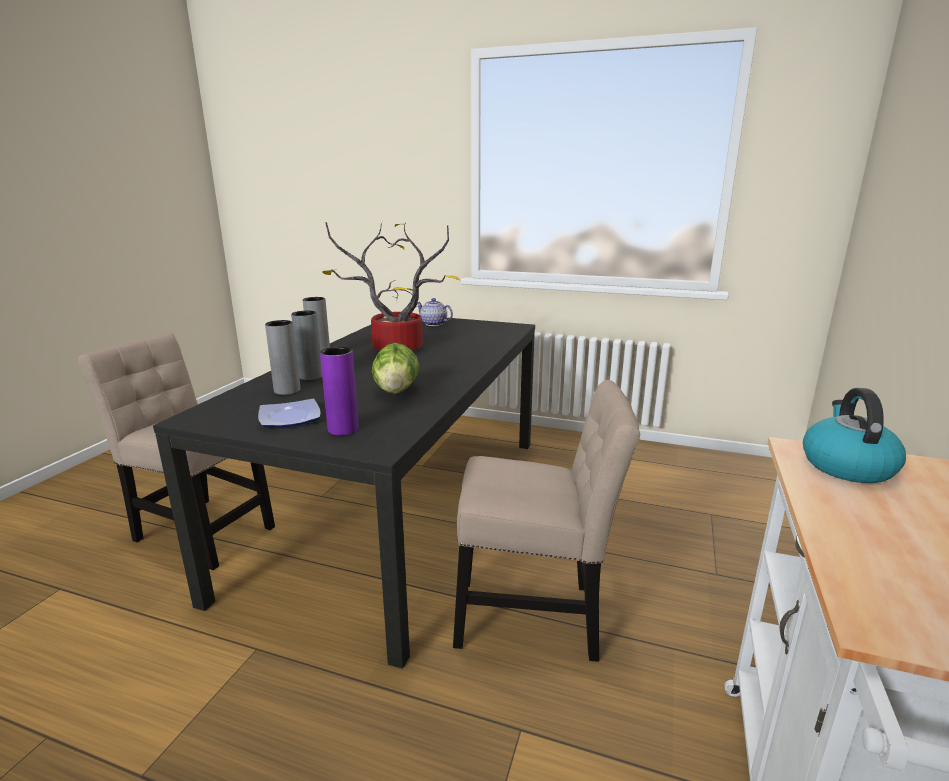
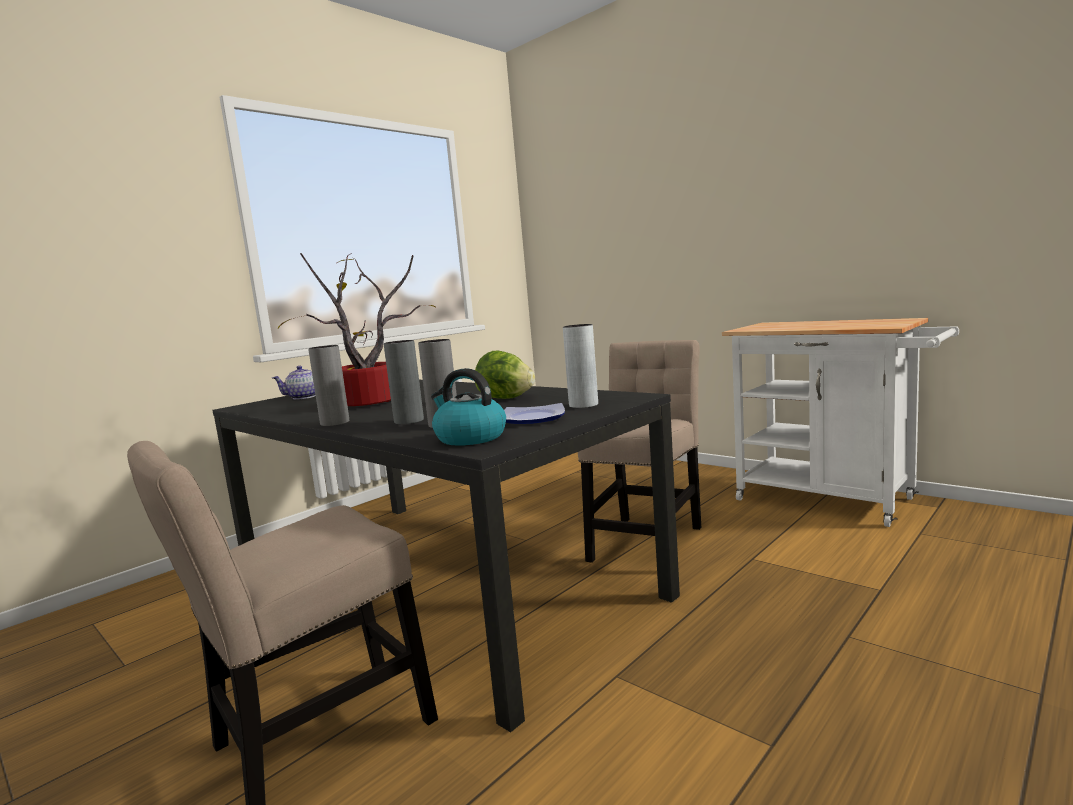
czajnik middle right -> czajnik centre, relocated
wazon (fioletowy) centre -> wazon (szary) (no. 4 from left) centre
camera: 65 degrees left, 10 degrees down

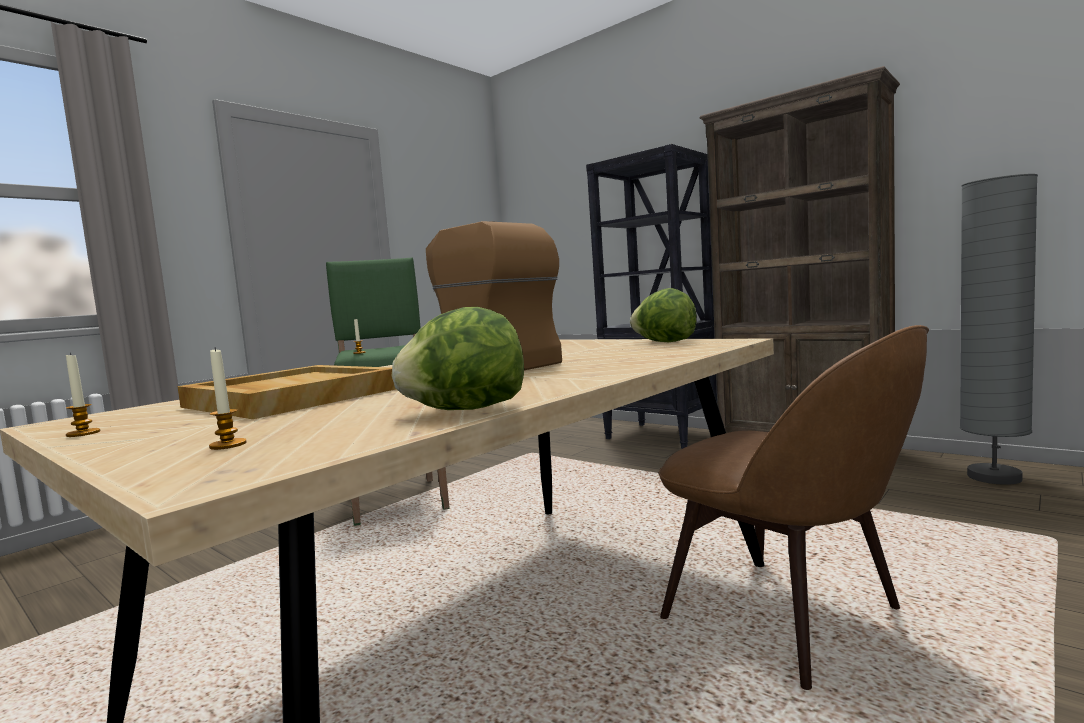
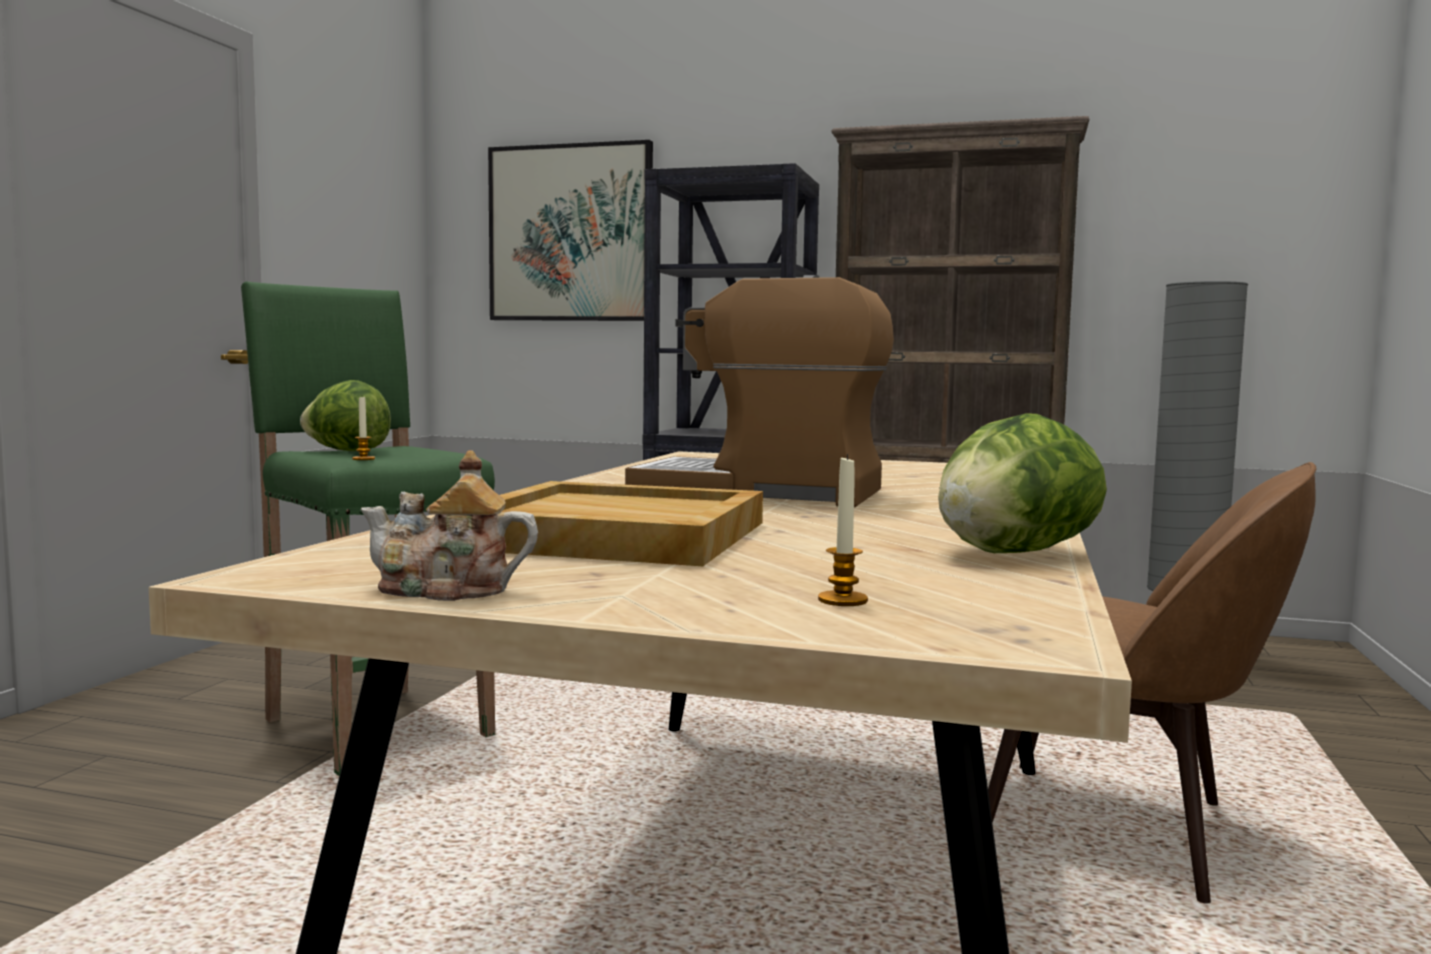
sałata (no. 2 from left in the first image) centre -> sałata (no. 1 from left) middle left, relocated
świeca (no. 1 from left) middle left -> imbryk middle left
none -> obraz top centre
camera: 25 degrees left, 0 degrees up

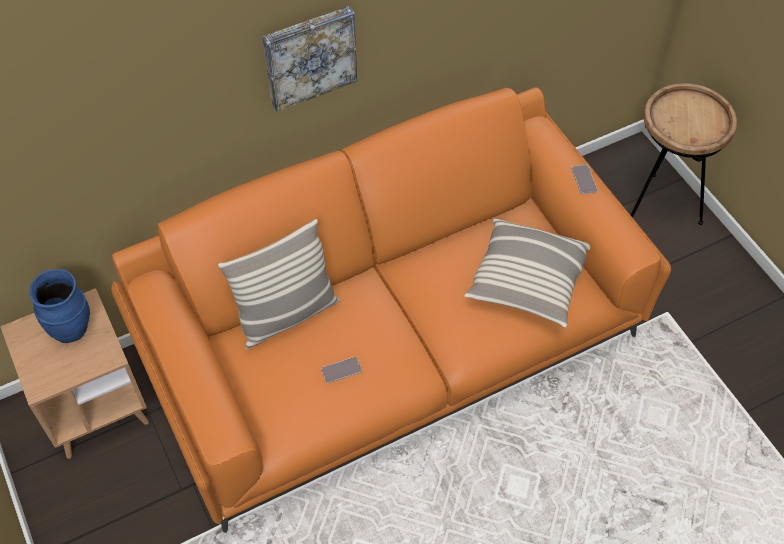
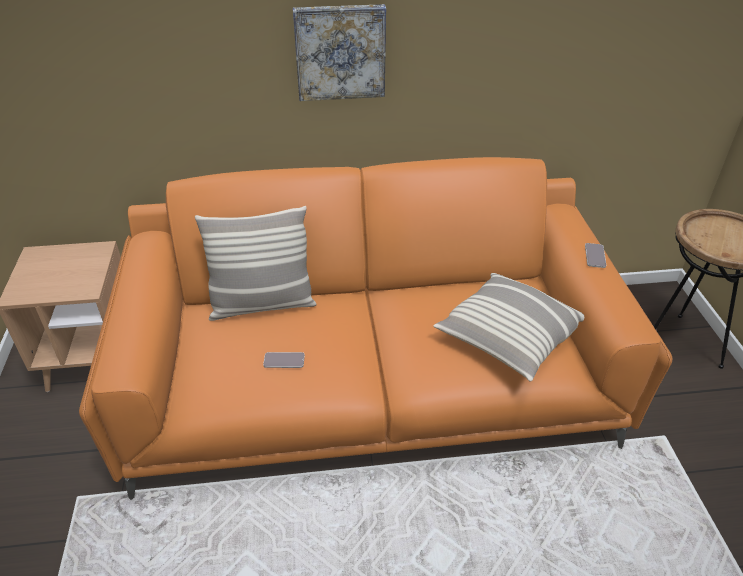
wazon (niebieski) middle left -> none
camera: 20 degrees right, 15 degrees down

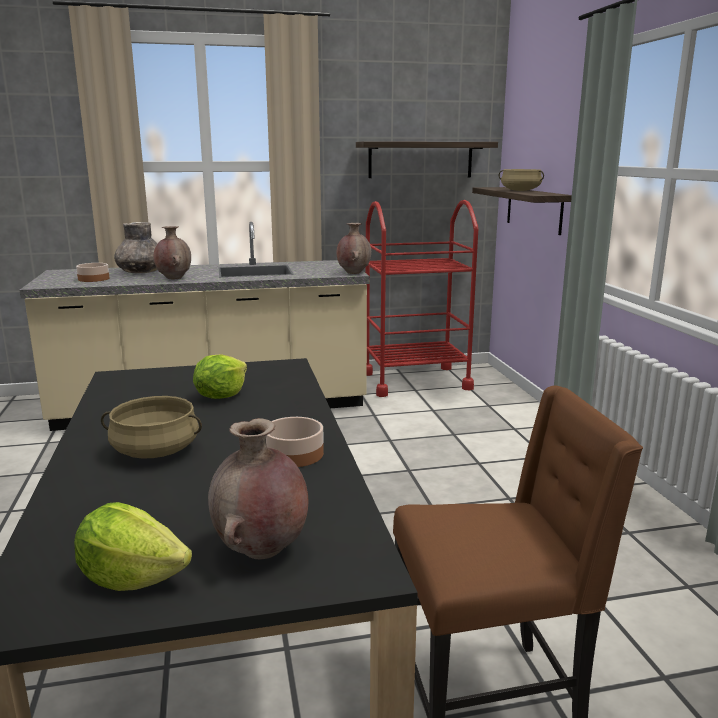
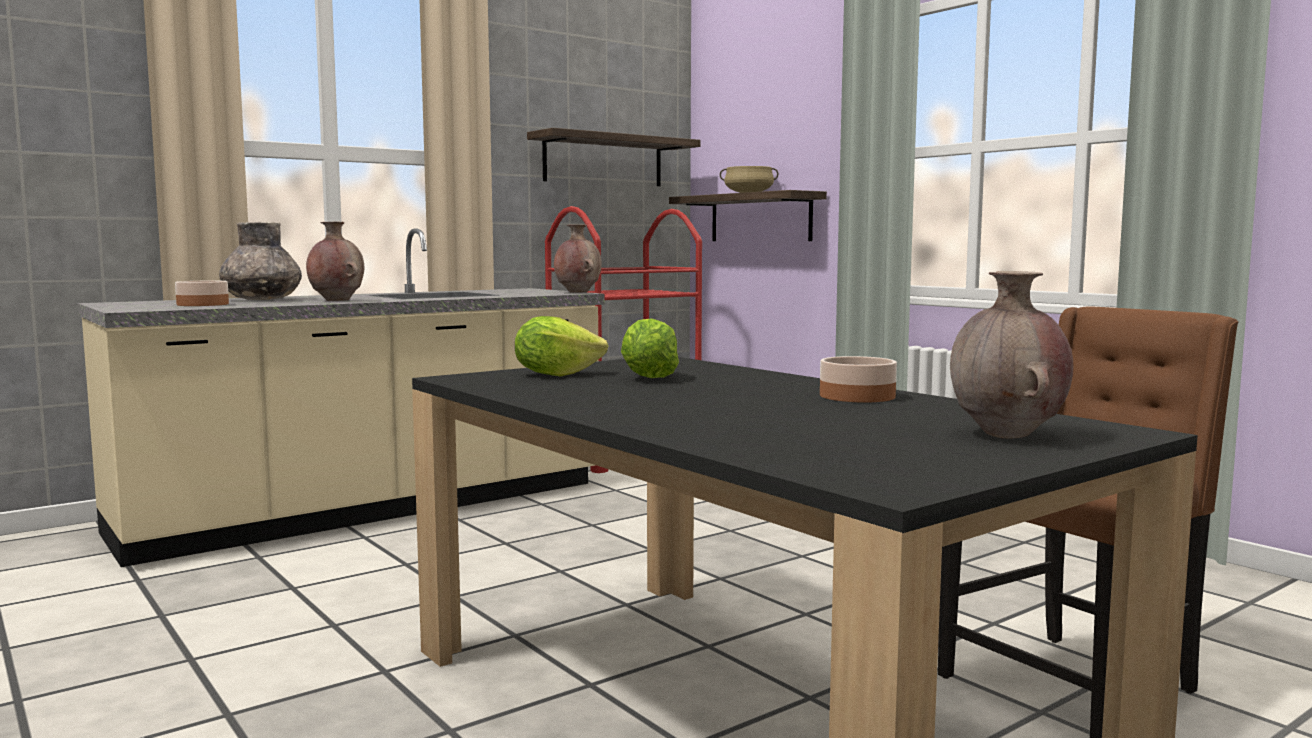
sałata (no. 1 from left) bottom left -> sałata (no. 1 from left) centre, relocated
garnek (beżowy) (no. 1 from left) middle left -> none
camera: 25 degrees left, 10 degrees down

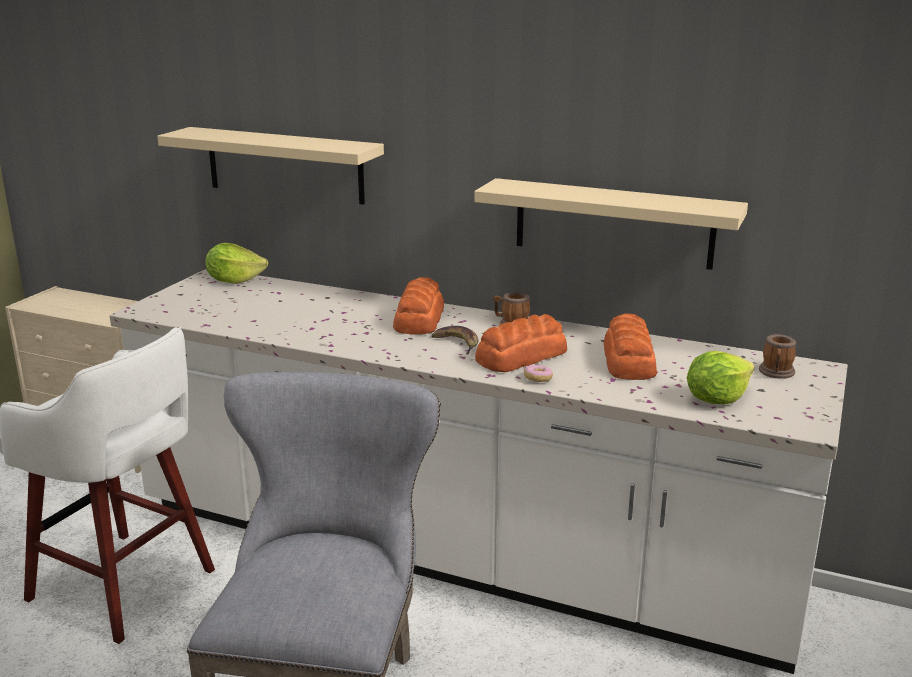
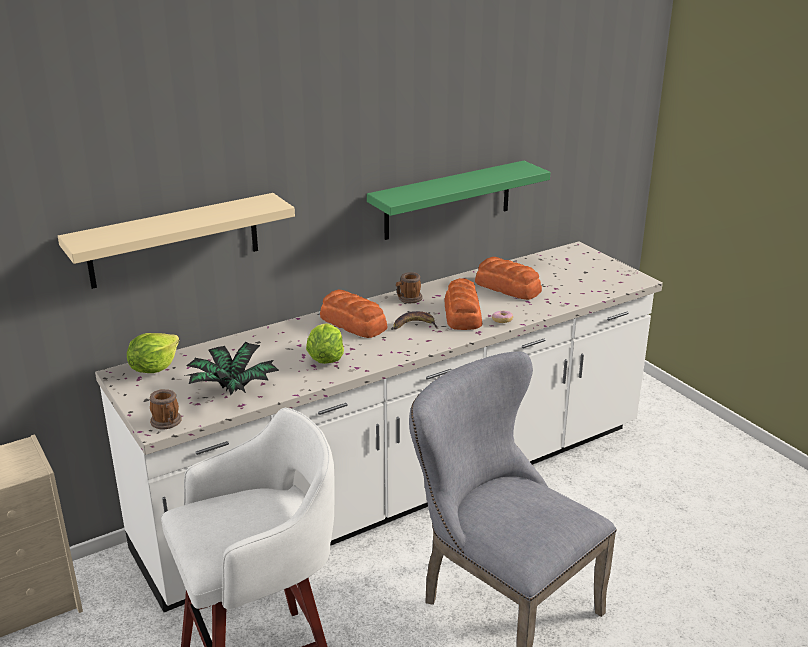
kubek (no. 2 from left in the first image) middle right -> kubek (no. 1 from left) middle left, relocated
none -> roślina doniczkowa middle left
sałata (no. 2 from left) middle right -> sałata (no. 2 from left) centre, relocated
półka (beżowy) (no. 2 from left) top right -> półka (zielony) top centre
camera: 55 degrees left, 5 degrees up

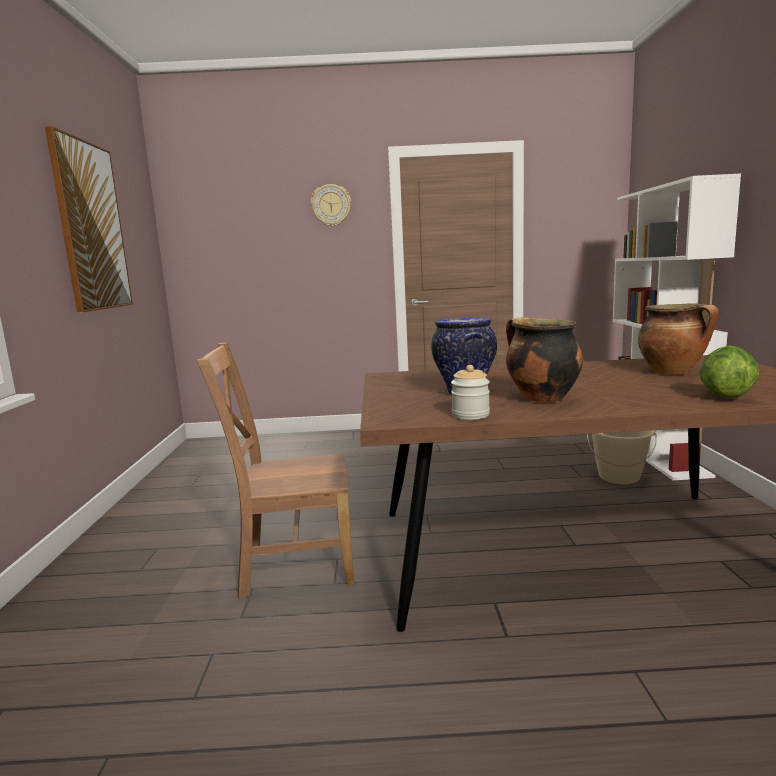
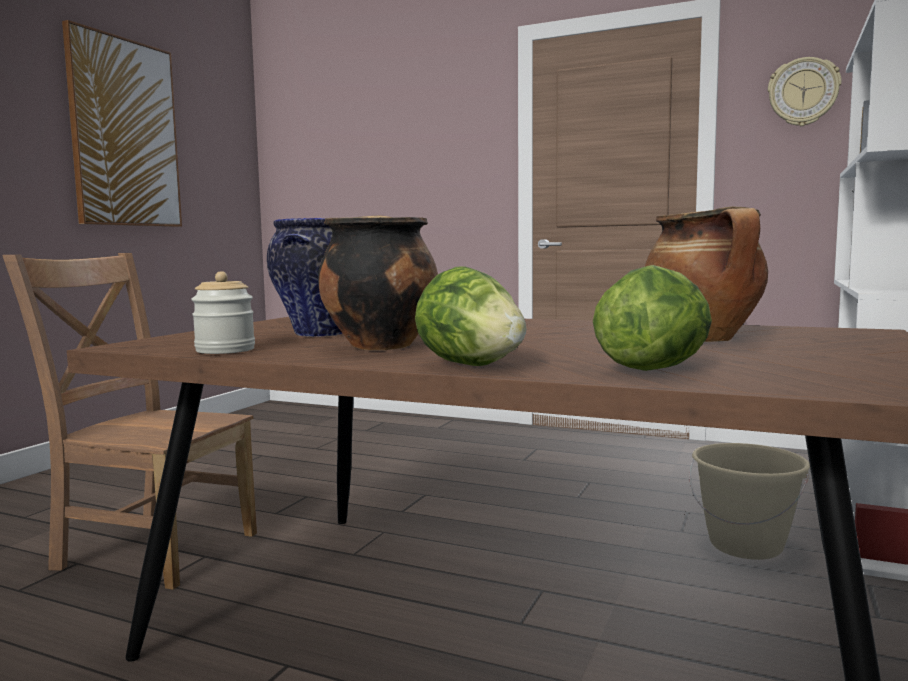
none -> sałata (no. 1 from left) centre
zegar ścienny top centre -> zegar ścienny top right, relocated
camera: 25 degrees right, 5 degrees down

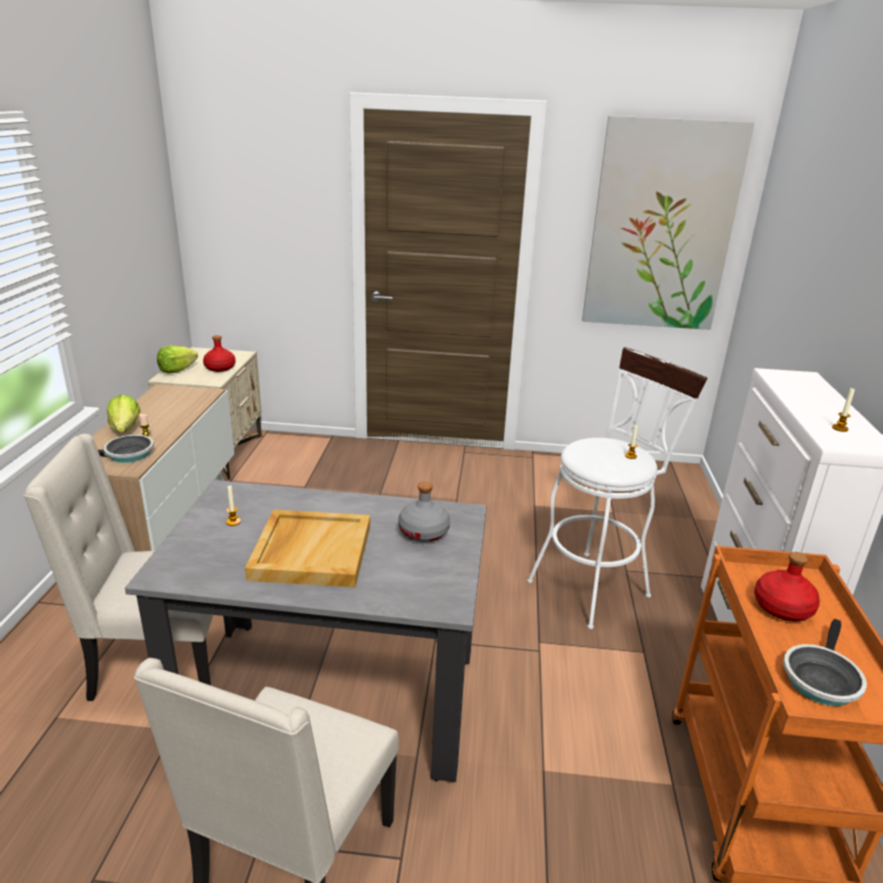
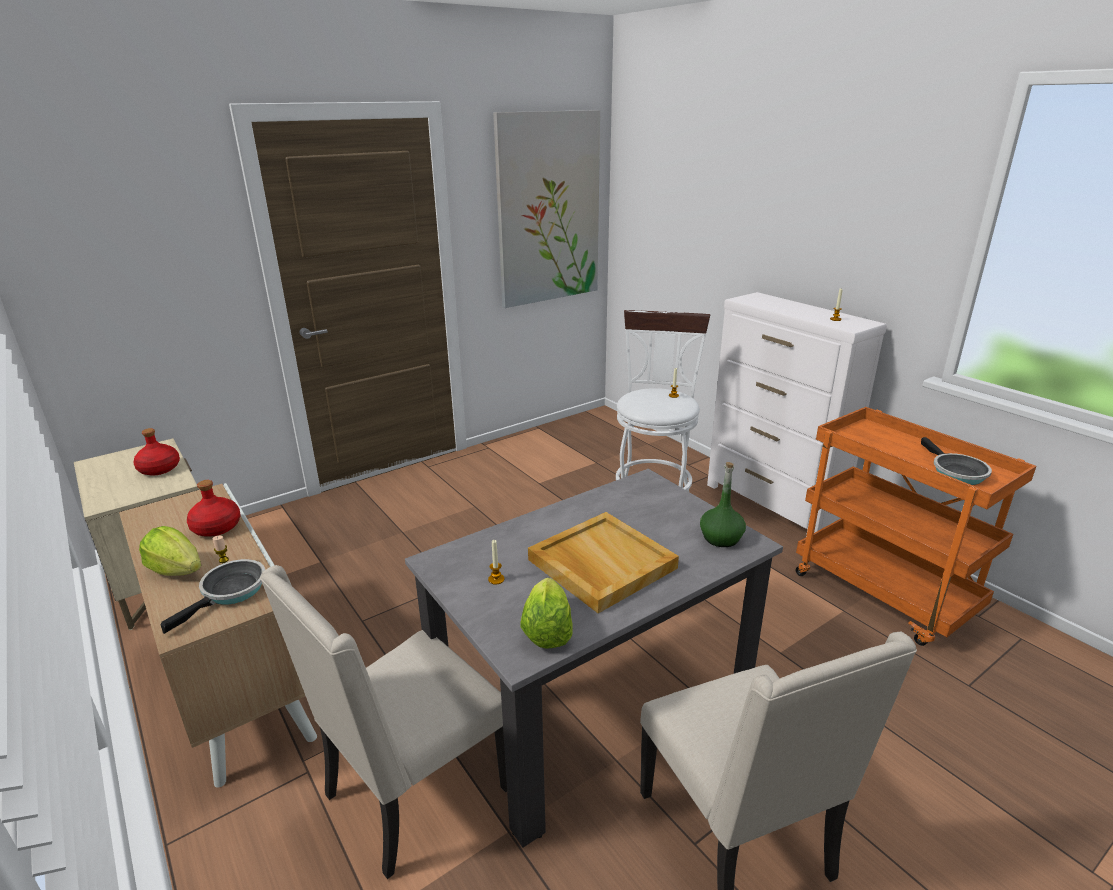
butelka (czerwony) (no. 2 from left) middle right -> butelka (czerwony) (no. 2 from left) middle left, relocated
sałata (no. 2 from left) middle left -> sałata (no. 2 from left) bottom centre, relocated
none -> butelka (zielony) centre
butelka (szary) centre -> none
camera: 40 degrees left, 0 degrees up

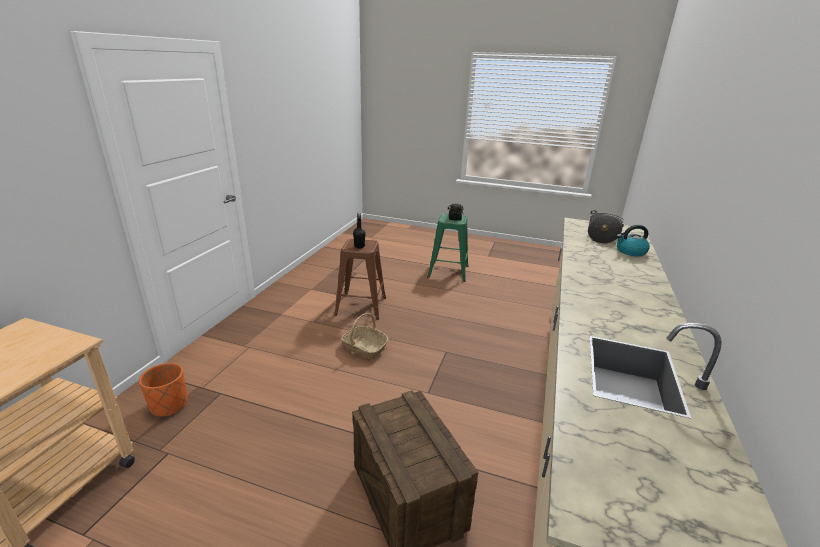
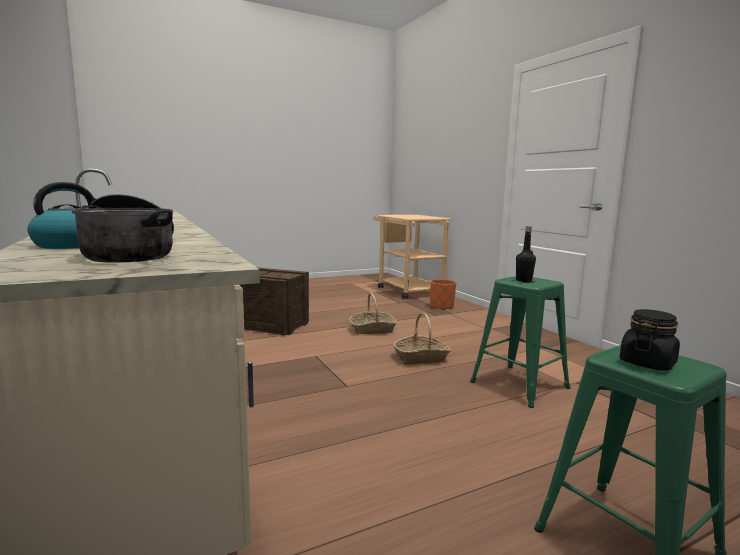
none -> koszyk (no. 1 from left) centre
stołek (brązowy) centre -> stołek (zielony) (no. 1 from left) middle right
camera: 135 degrees right, 15 degrees down

